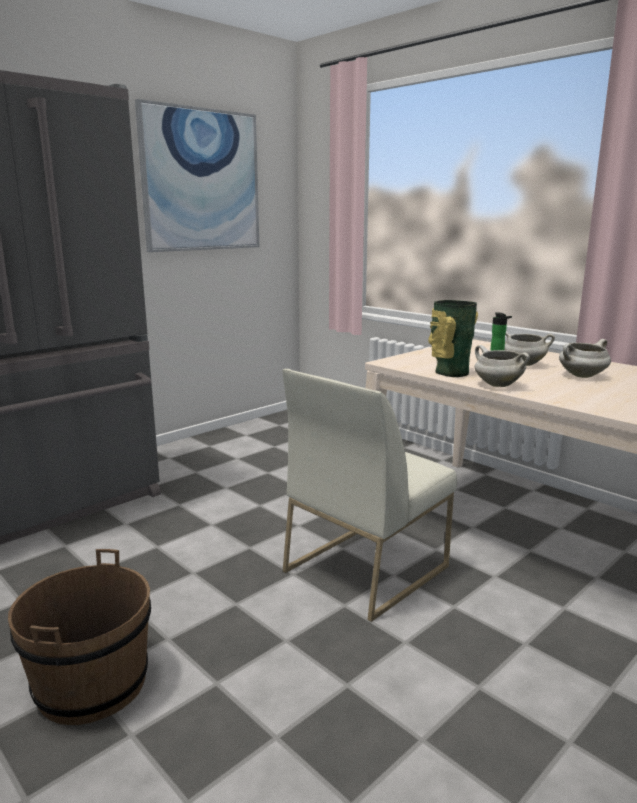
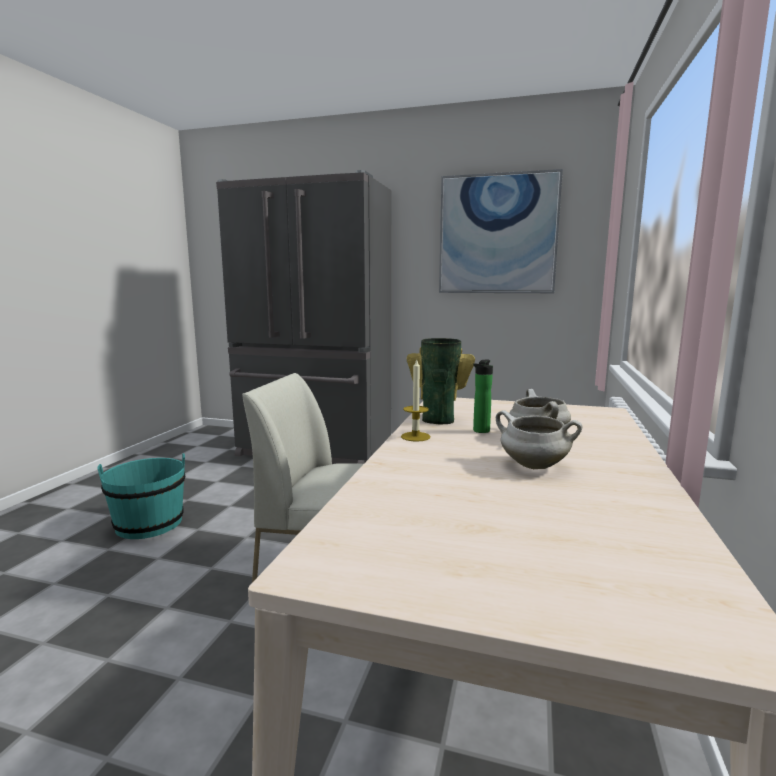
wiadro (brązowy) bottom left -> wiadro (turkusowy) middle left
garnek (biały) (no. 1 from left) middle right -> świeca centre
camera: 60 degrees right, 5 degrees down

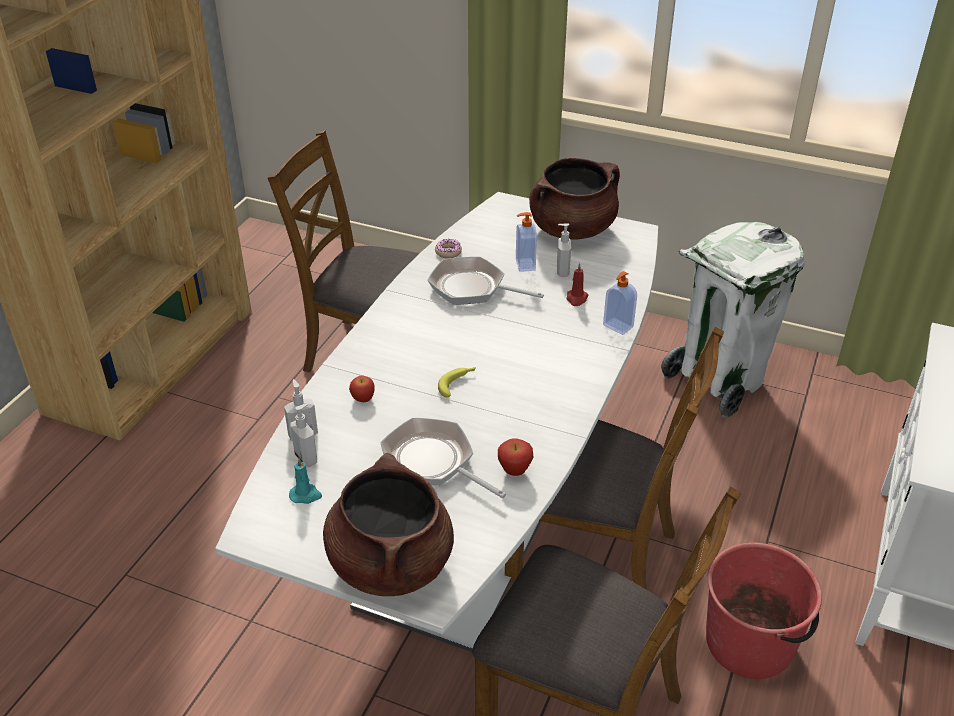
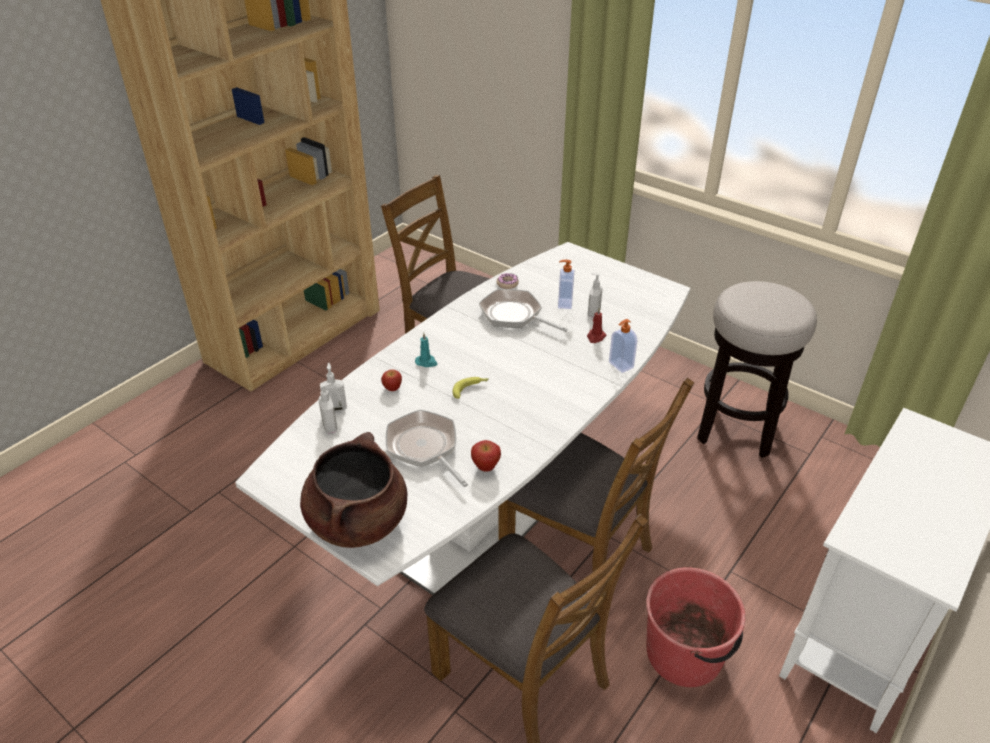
świeca (turkusowy) bottom left -> świeca (turkusowy) centre, relocated
kosz na śmieci (biały) middle right -> stołek middle right
garnek (brązowy) (no. 2 from left) top centre -> none
camera: 15 degrees right, 0 degrees up

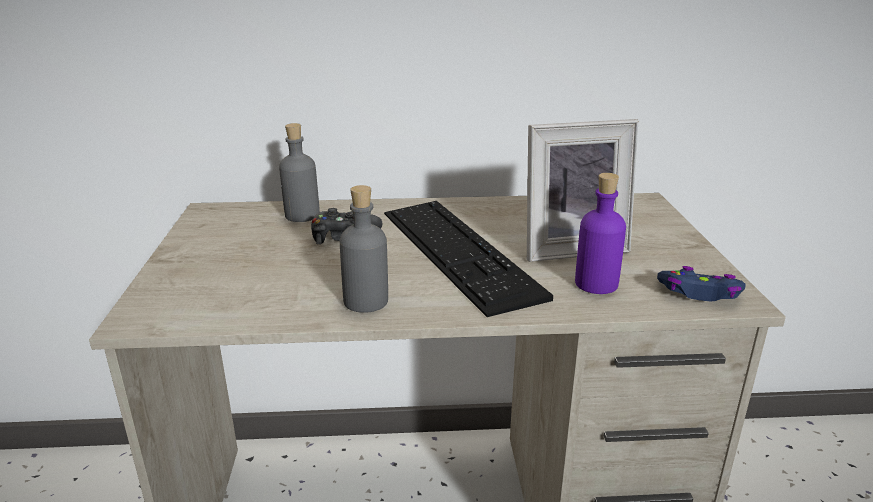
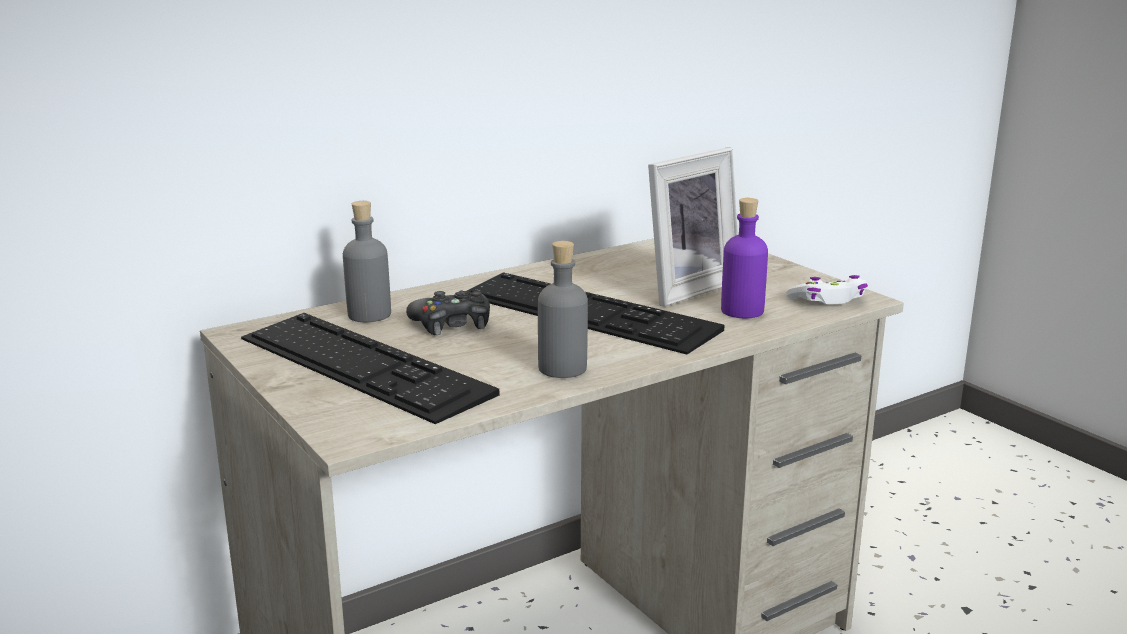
none -> klawiatura (no. 1 from left) middle left
pad do gier (niebieski) middle right -> pad do gier (biały) middle right
camera: 30 degrees left, 5 degrees down

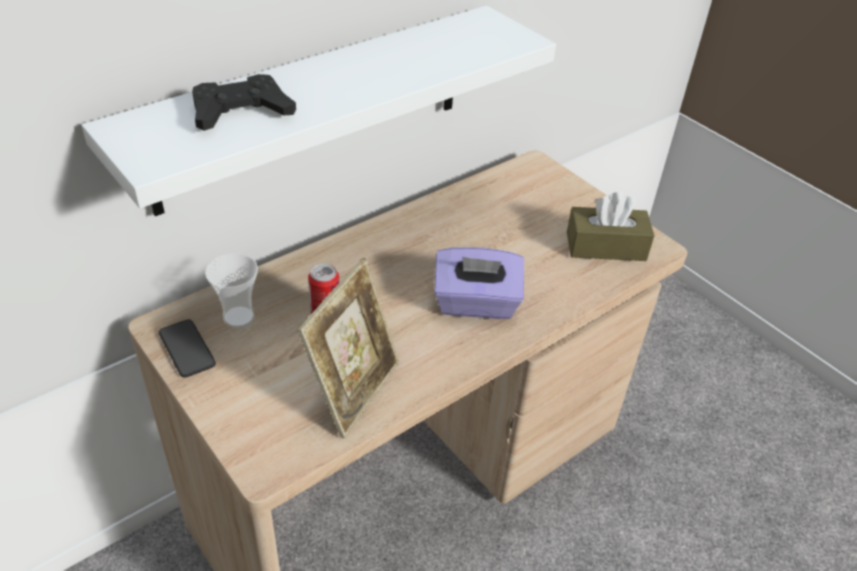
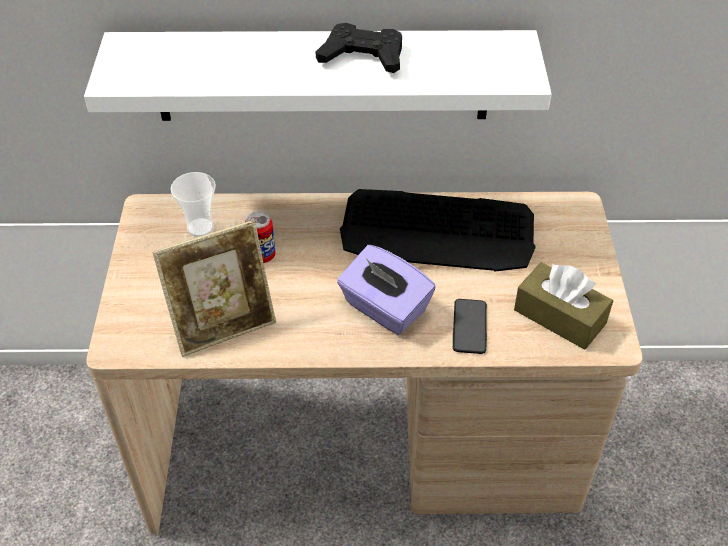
pad do gier (czarny) top left -> pad do gier (czarny) top centre, relocated
none -> klawiatura centre
telefon middle left -> telefon centre, relocated
camera: 40 degrees right, 5 degrees up

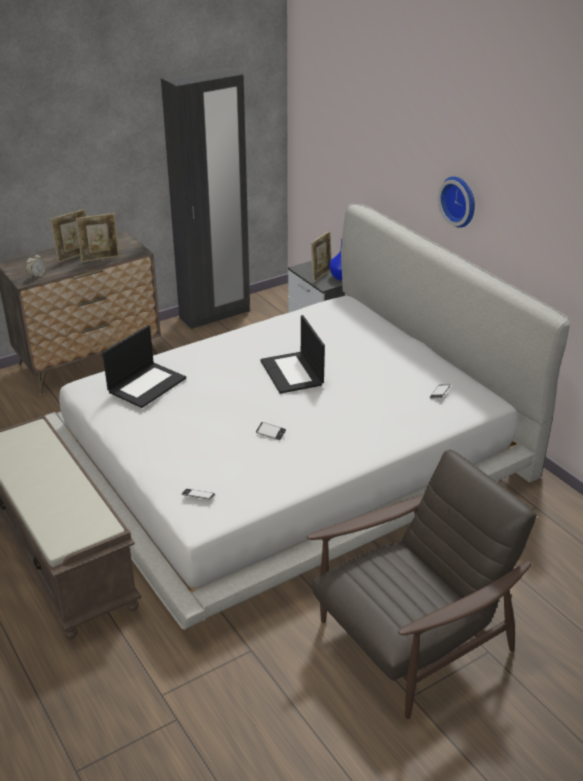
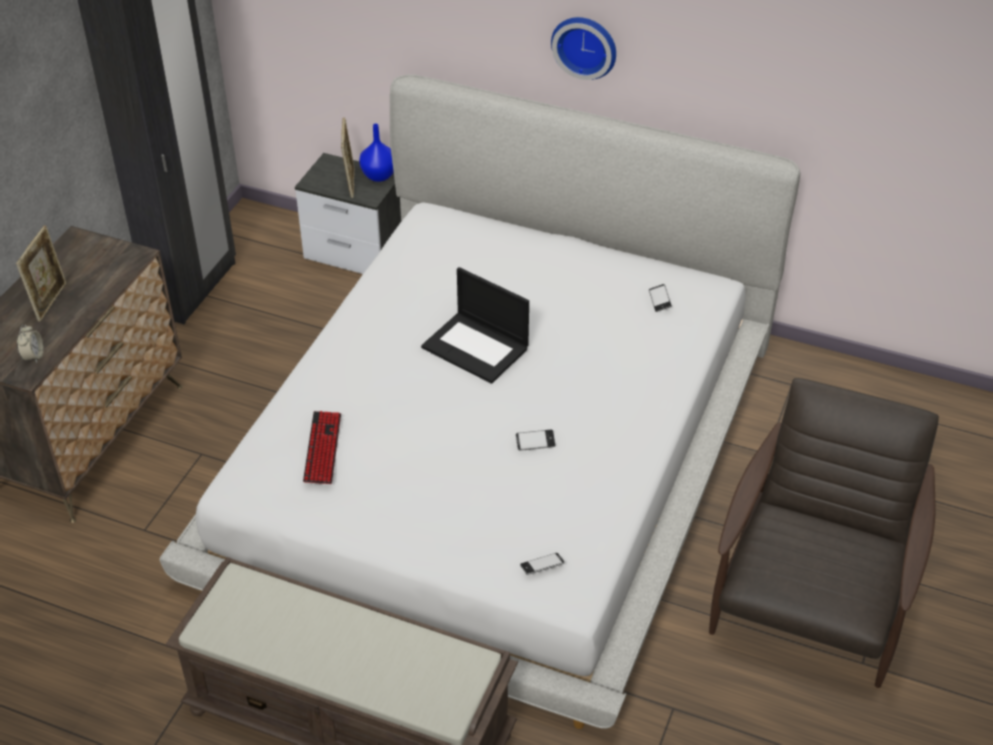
laptop (no. 1 from left) middle left -> klawiatura middle left
ramka na zdjęcie (no. 2 from left) top left -> none
camera: 35 degrees left, 10 degrees up

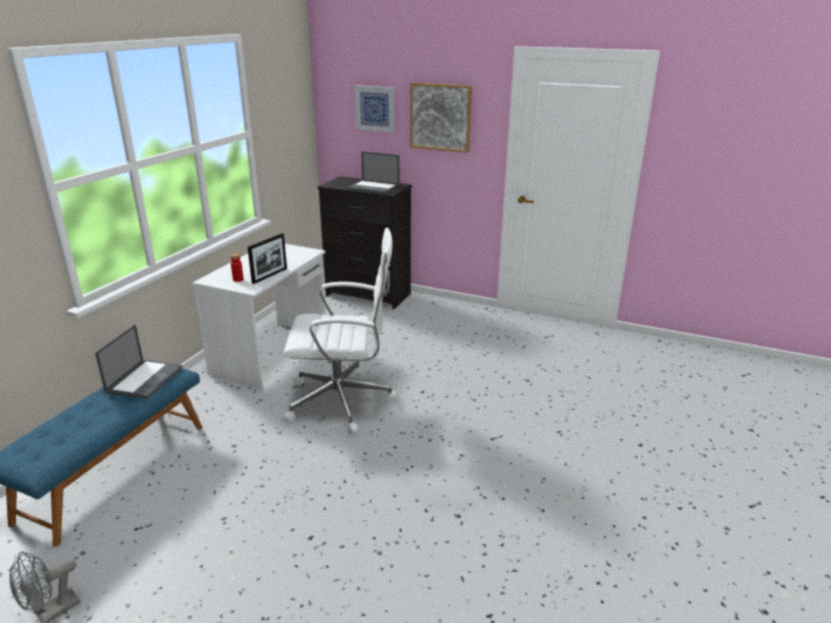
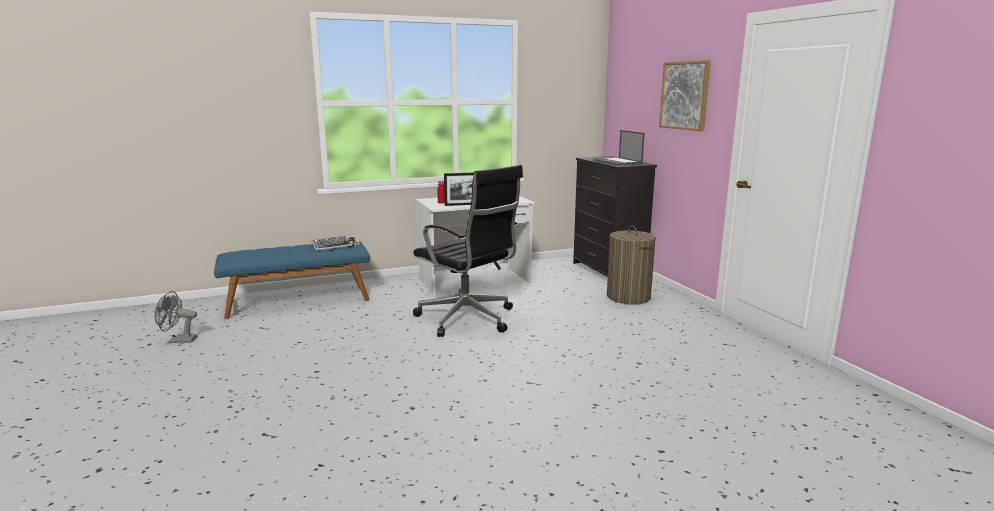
laptop (no. 1 from left) middle left -> klawiatura centre
krzesło biurowe (biały) centre -> krzesło biurowe (czarny) centre
none -> kosz na pranie centre
obraz (no. 1 from left) top centre -> none
camera: 45 degrees right, 10 degrees down

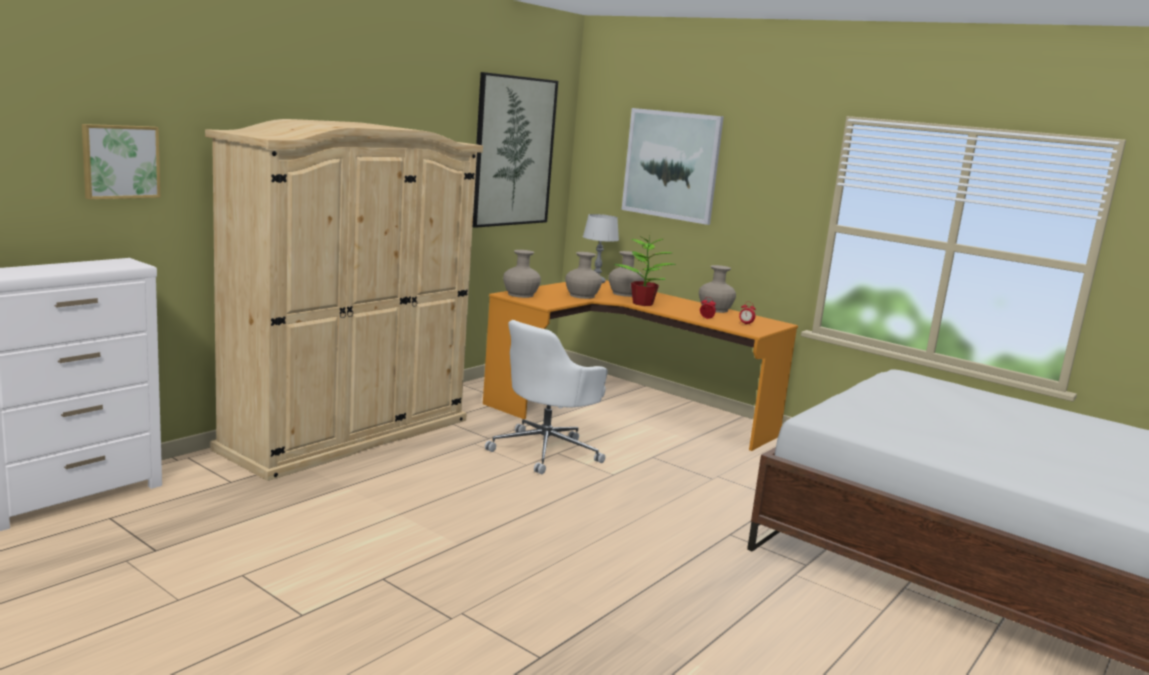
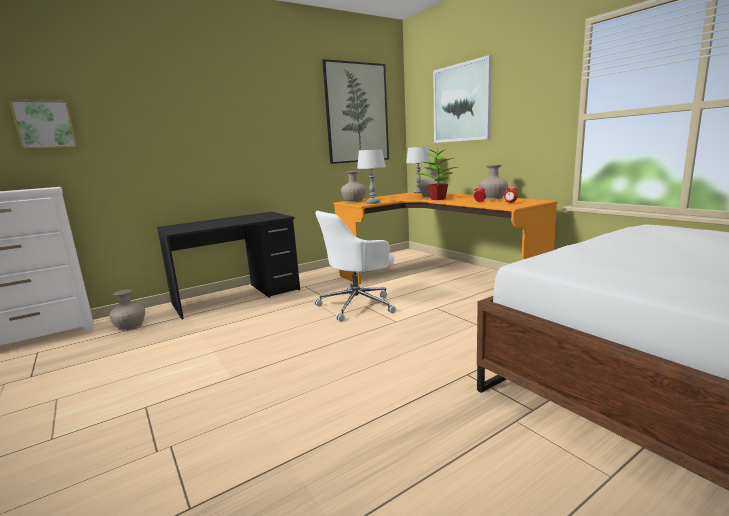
wazon (beżowy) (no. 2 from left in the first image) centre -> wazon (beżowy) (no. 1 from left) middle left, relocated
szafa (beżowy) middle left -> biurko (czarny) middle left
none -> lampa stołowa (szary) (no. 1 from left) centre
camera: 20 degrees right, 0 degrees up

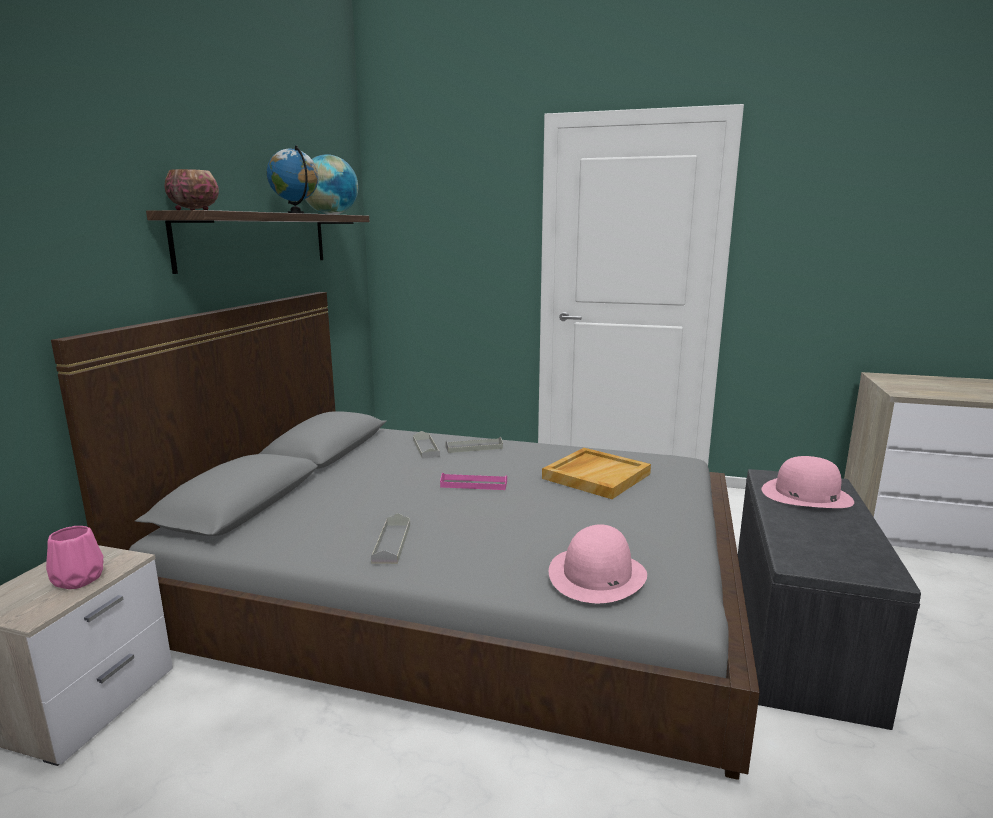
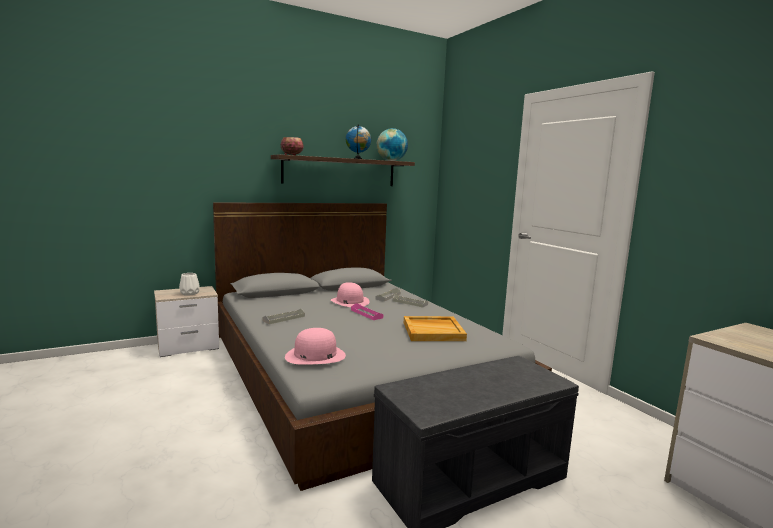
wazon (różowy) bottom left -> wazon (biały) middle left
kapelusz (różowy) (no. 2 from left) middle right -> kapelusz (różowy) (no. 2 from left) centre, relocated
camera: 45 degrees right, 5 degrees down

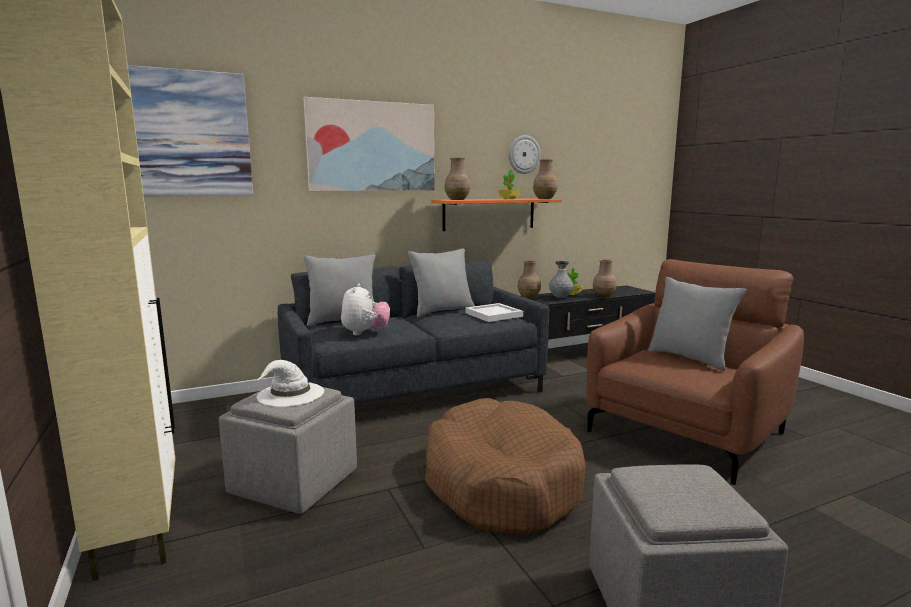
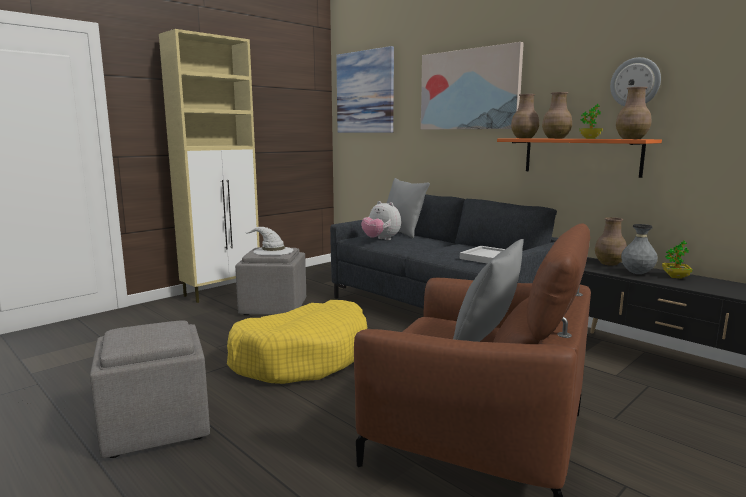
legowisko (brązowy) bottom centre -> legowisko (żółty) bottom centre
pluszak centre, 60 degrees clockwise
wazon (brązowy) (no. 4 from left in the first image) centre -> wazon (brązowy) (no. 2 from left) top right, relocated
poduszka (szary) (no. 2 from left) centre -> none
camera: 70 degrees right, 0 degrees up

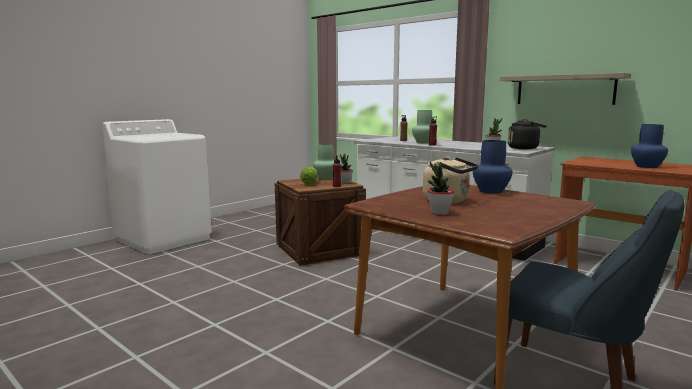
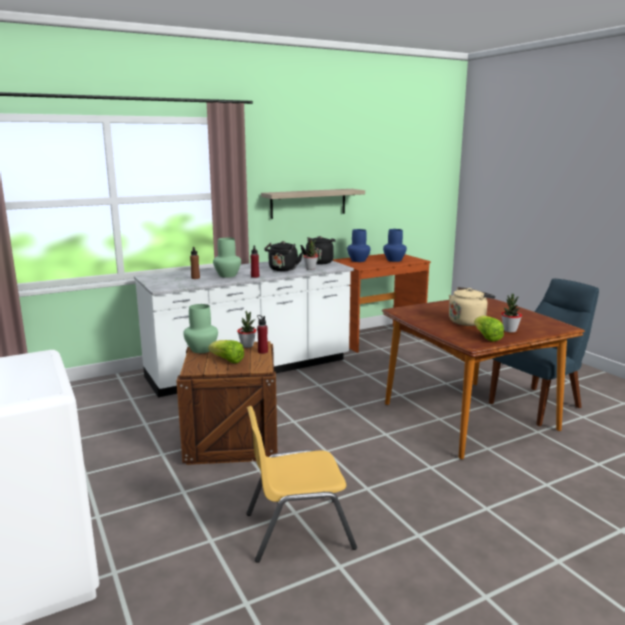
none -> krzesło (żółty) bottom centre
none -> czajnik (czarny) (no. 1 from left) centre
wazon (niebieski) (no. 1 from left) middle right -> wazon (niebieski) (no. 1 from left) centre, relocated
none -> sałata (no. 2 from left) middle right
camera: 70 degrees left, 5 degrees up

